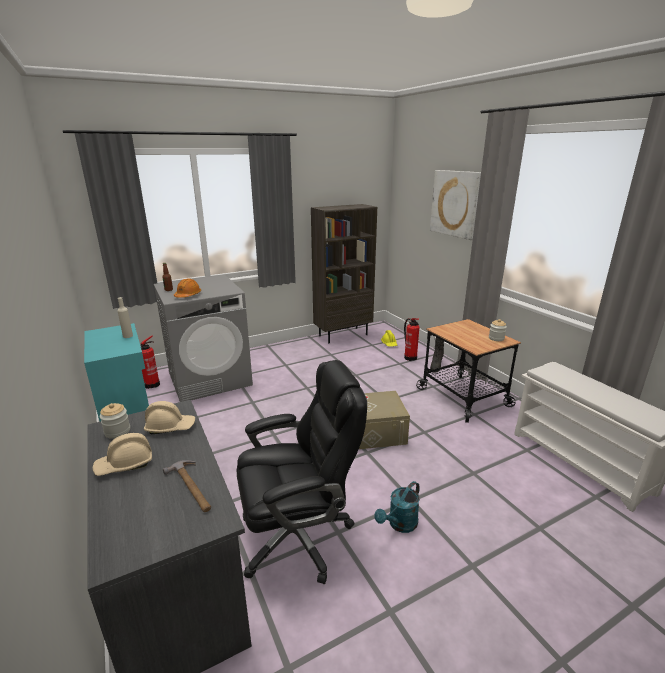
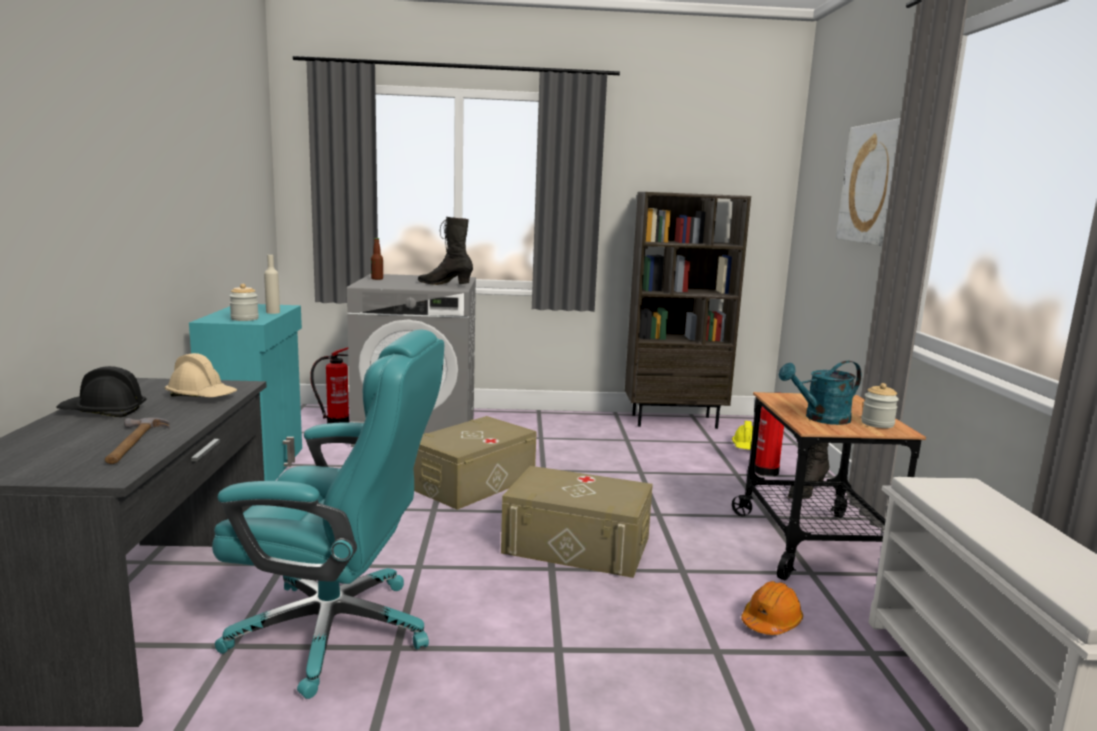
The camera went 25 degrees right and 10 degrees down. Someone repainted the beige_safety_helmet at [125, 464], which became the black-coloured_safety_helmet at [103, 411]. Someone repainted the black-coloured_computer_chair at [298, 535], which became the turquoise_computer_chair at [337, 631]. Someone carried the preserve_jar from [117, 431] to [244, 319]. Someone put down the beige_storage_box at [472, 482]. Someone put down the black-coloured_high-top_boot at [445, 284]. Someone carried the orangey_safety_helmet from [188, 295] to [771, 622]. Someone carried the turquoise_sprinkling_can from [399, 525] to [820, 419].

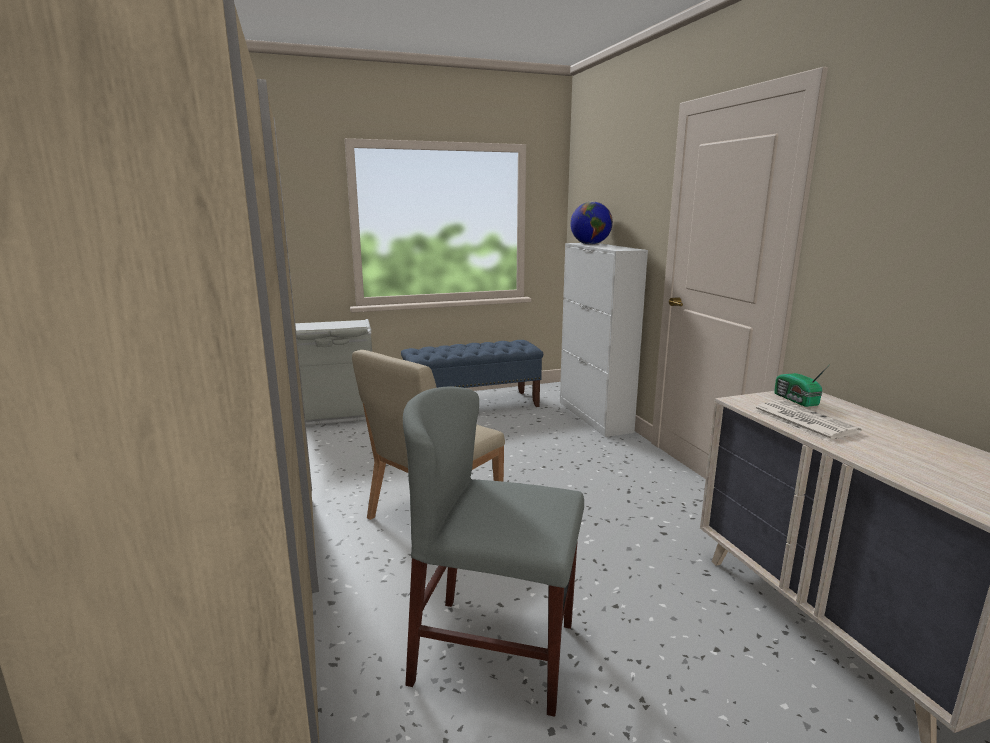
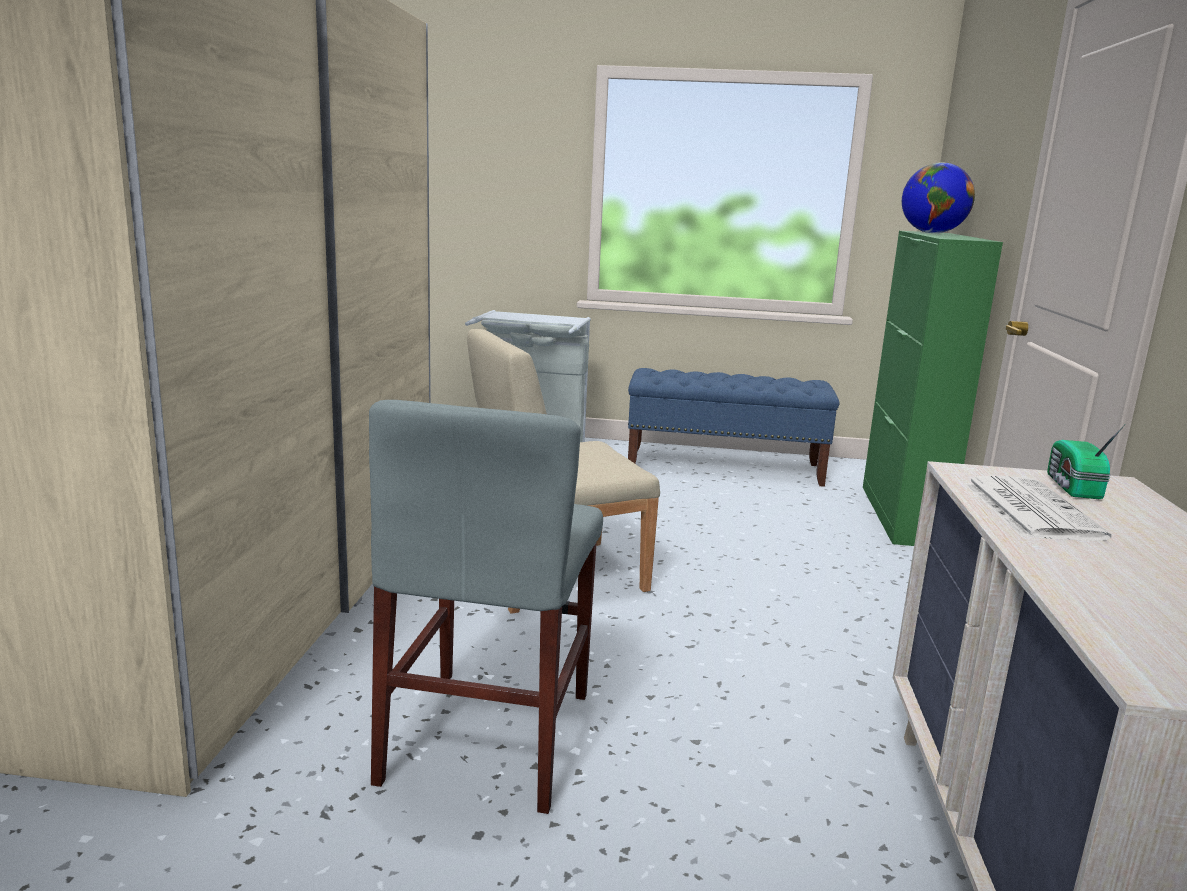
The camera went 25 degrees right and 0 degrees up. Someone rotated the greyish_chair at [495, 652] by 120 degrees counterclockwise. Someone repainted the white-coloured_cabinet at [594, 417], which became the green_cabinet at [901, 516].

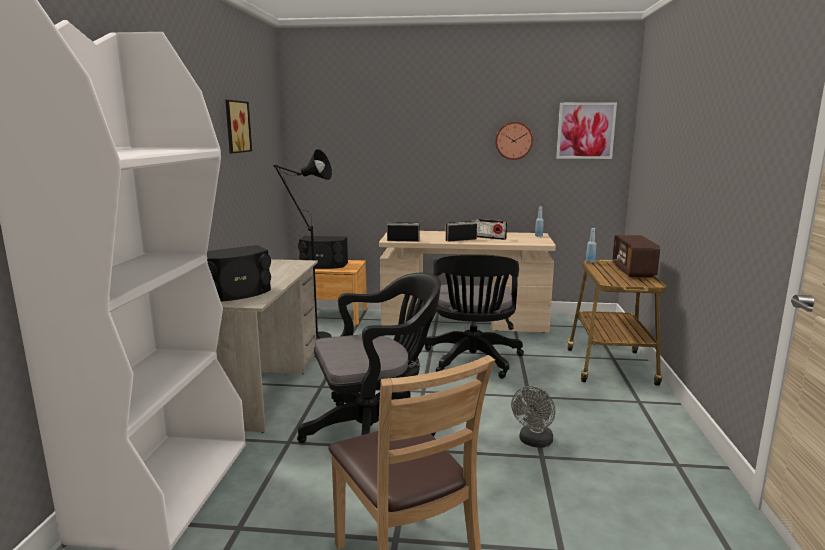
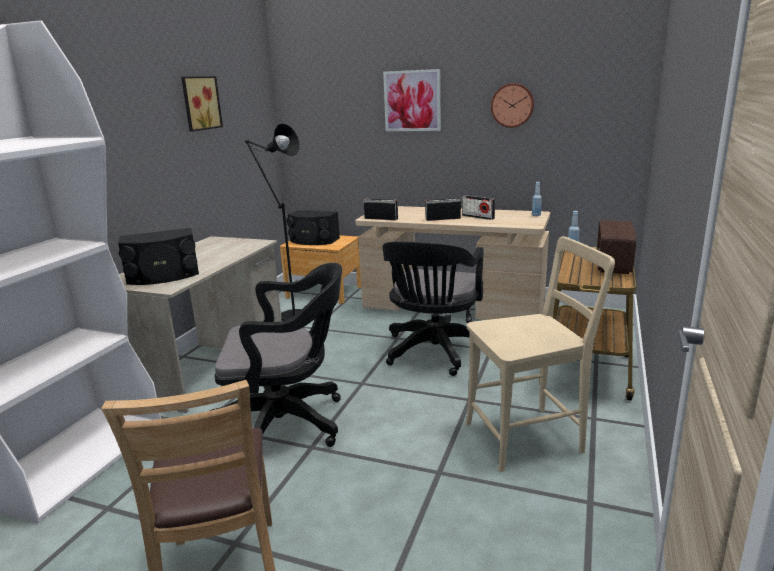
The camera went 15 degrees right and 5 degrees up. Someone carried the wall_art from [585, 130] to [412, 101]. Someone put down the beige_chair at [529, 436]. Someone took away the greyish_electric_fan at [534, 442].

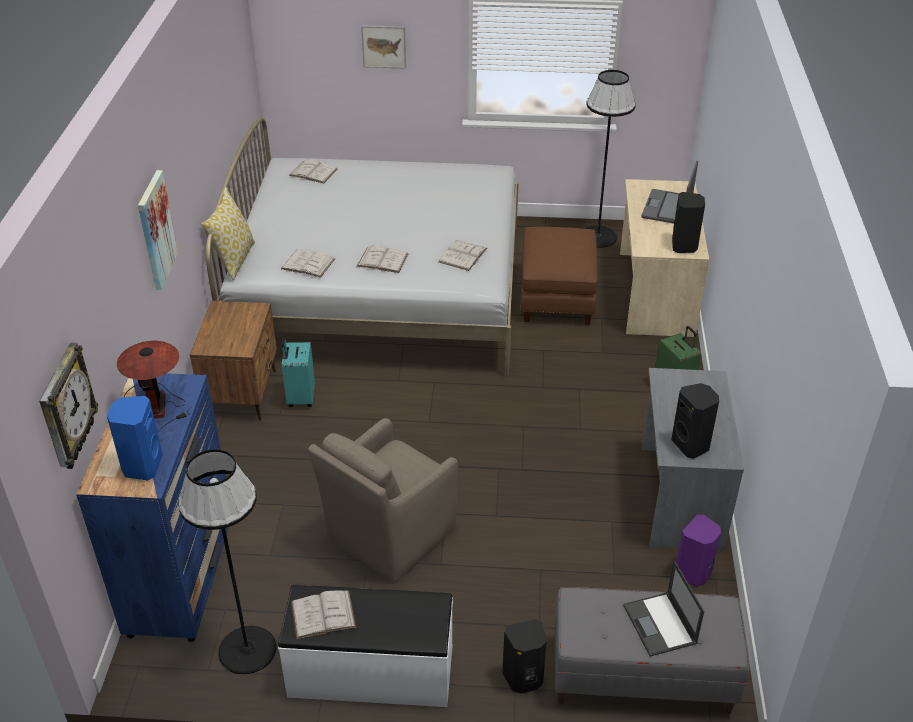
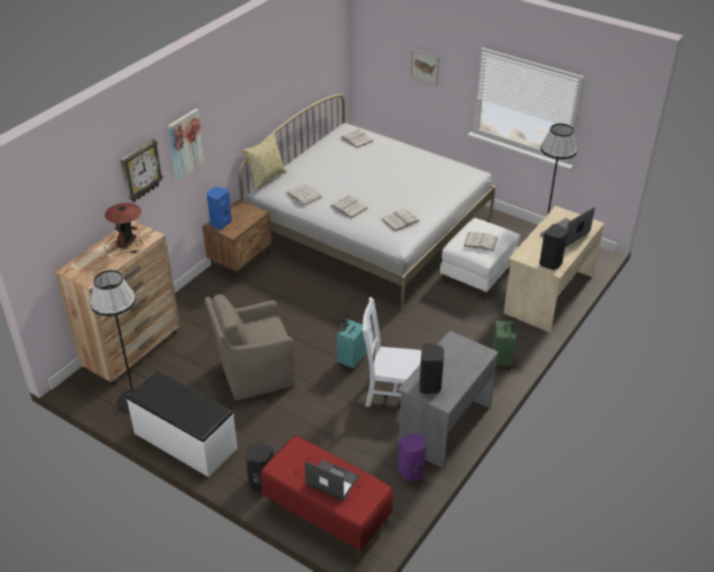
The camera went 30 degrees right and 0 degrees up. Someone repainted the bluish_chest_of_drawers at [182, 577], which became the brown-coloured_chest_of_drawers at [132, 350]. Someone carried the hanging_clock from [66, 408] to [140, 171]. Someone carried the bluish_loudspeaker from [141, 466] to [220, 223]. Someone repainted the greyish_long_seat at [641, 677], which became the red-coloured_long_seat at [327, 513]. Someone rotated the portable_computer at [660, 625] by 105 degrees clockwise. Someone carried the turquoise_suitcase from [300, 397] to [351, 360]. Someone put down the white-coloured_chair at [391, 393]. Someone repainted the brown-coloured_pouffe at [555, 297], which became the white-coloured_pouffe at [477, 273]. Someone carried the white-coloured_bound_book from [323, 614] to [480, 241].

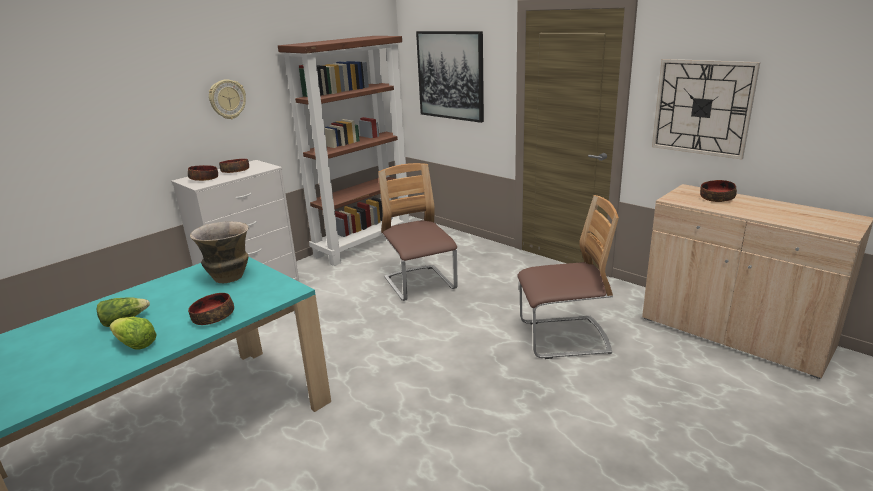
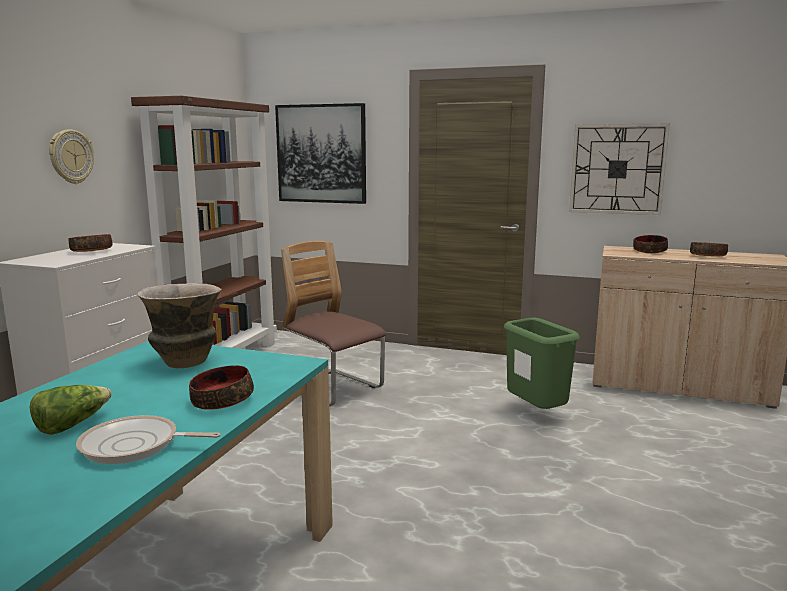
The camera went 25 degrees left and 10 degrees down. Someone swapped the head_of_lettuce at [135, 345] for the pan at [134, 446]. Someone swapped the chair at [563, 338] for the green_waste_bin at [536, 414]. Someone carried the deep_dish from [204, 179] to [708, 256].

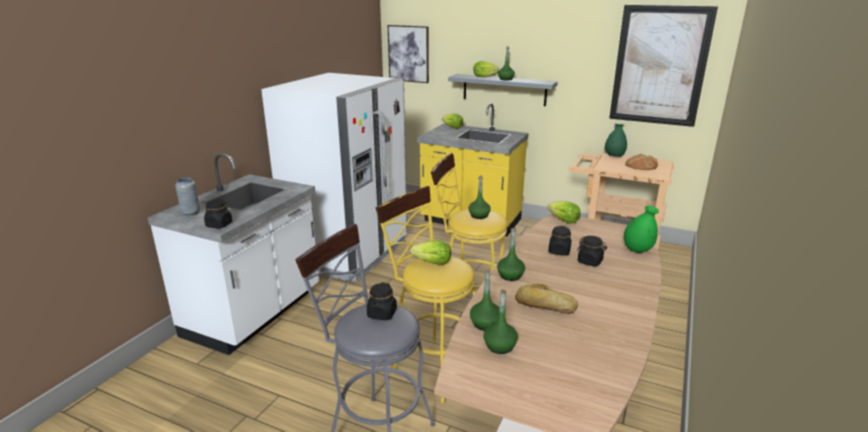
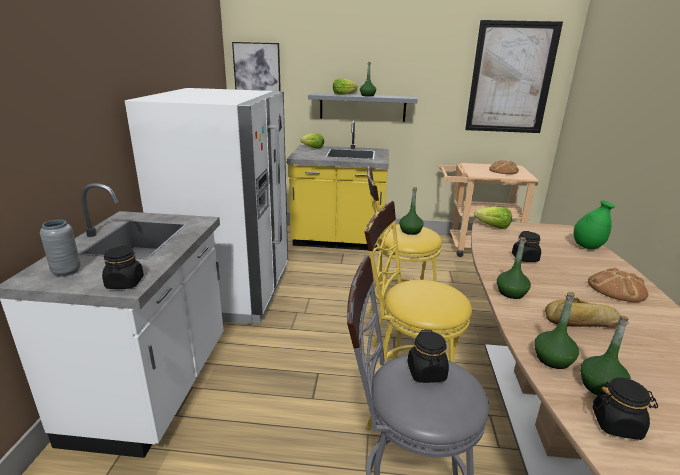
The camera went 20 degrees left and 0 degrees up. Someone put down the bread at [616, 288]. Someone carried the black-coloured_preserve_jar from [590, 261] to [617, 424]. Someone took away the head_of_lettuce at [433, 263]. Someone took away the green_vase at [614, 156].

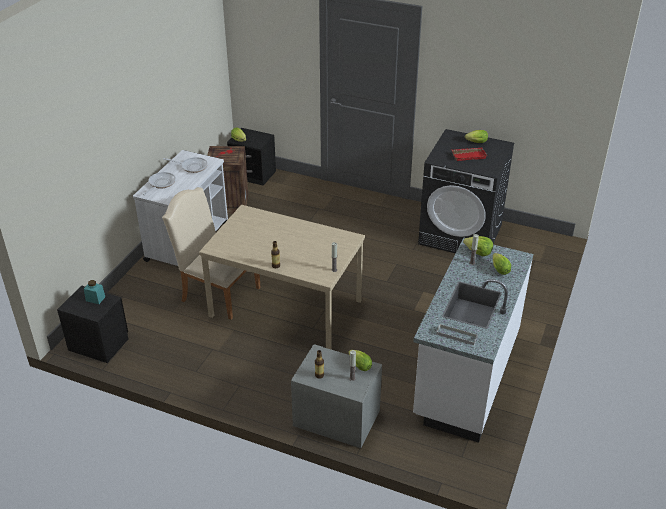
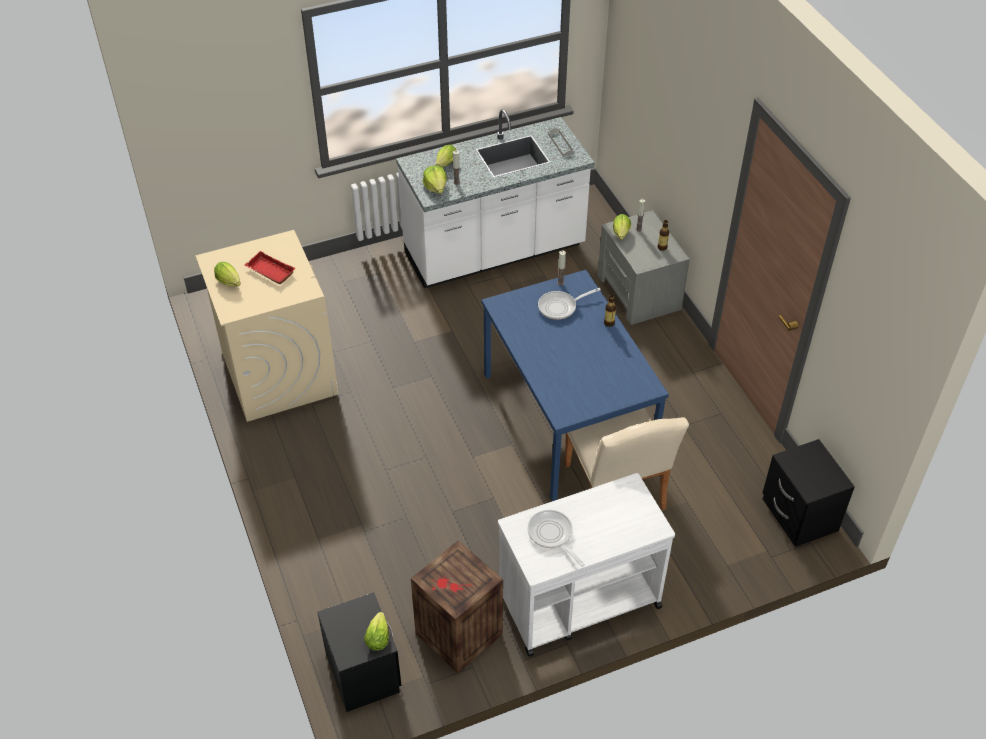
The camera went 135 degrees left and 10 degrees up. Someone repainted the black-coloured_washing_machine at [461, 234], which became the beige_washing_machine at [279, 373]. Someone repainted the beige_kitchen_table at [284, 308], which became the bluish_kitchen_table at [568, 419]. Someone carried the pan from [160, 184] to [560, 307]. Someone took away the turquoise_preserve_jar at [95, 299].

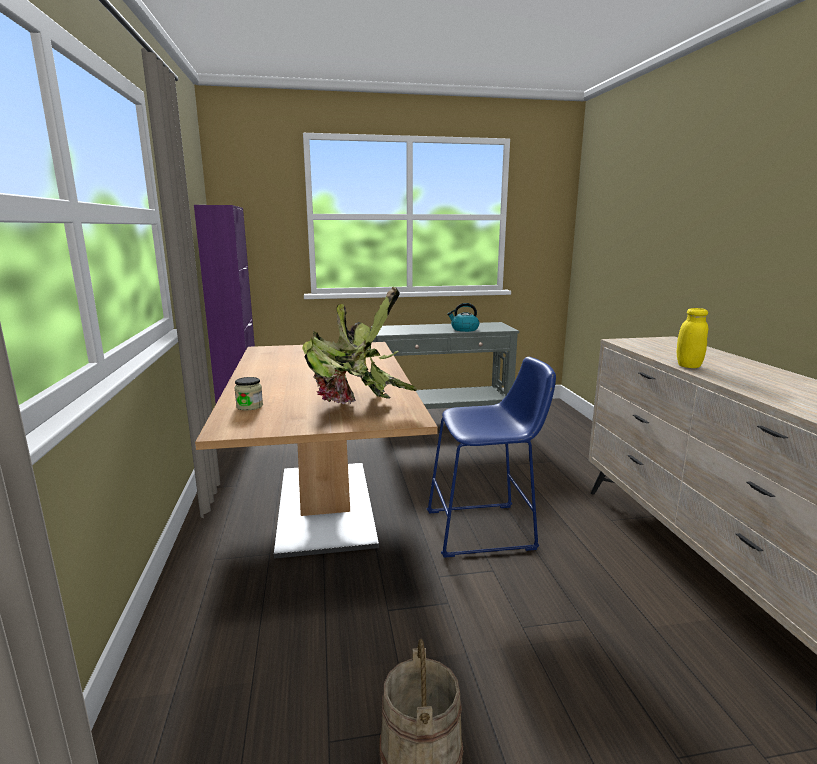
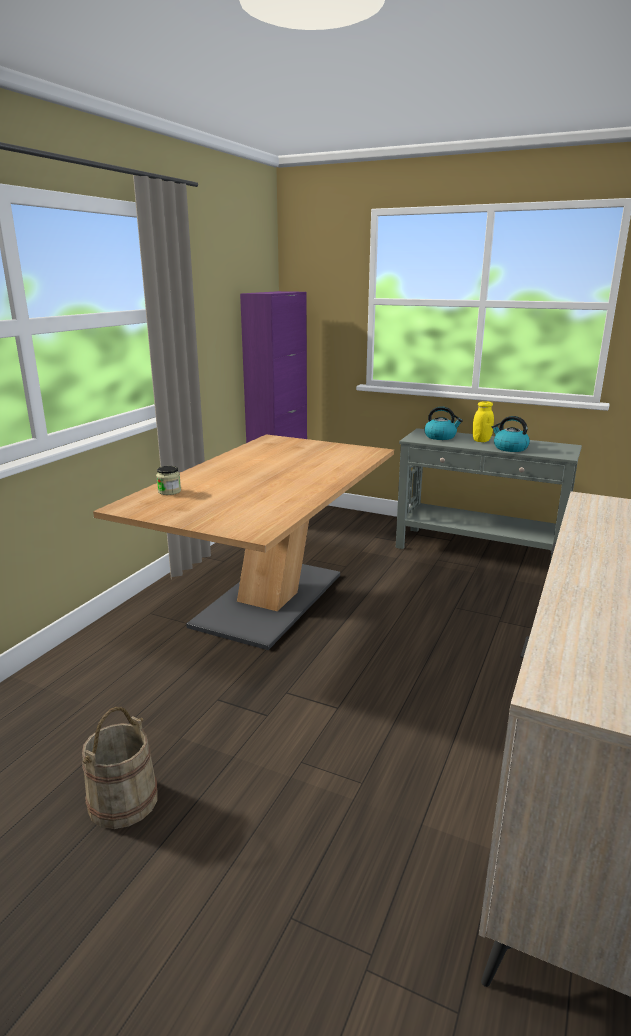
The camera went 35 degrees right and 5 degrees up. Someone put down the kettle at [440, 437]. Someone carried the yellowish_preserve_jar from [688, 366] to [481, 440]. Someone took away the plant_in_a_pot at [356, 407]. Someone took away the bluish_stool at [486, 530].

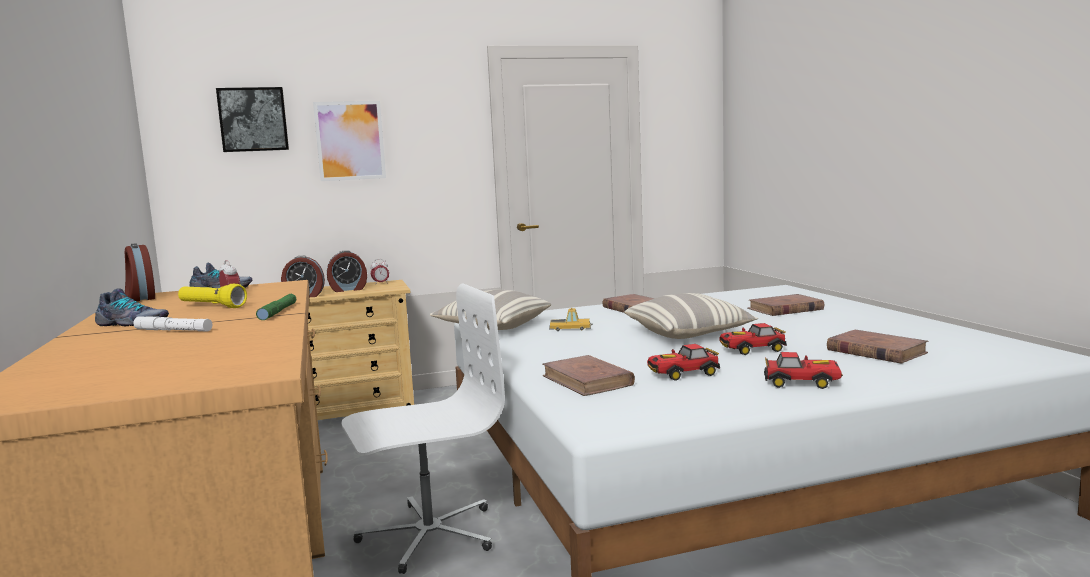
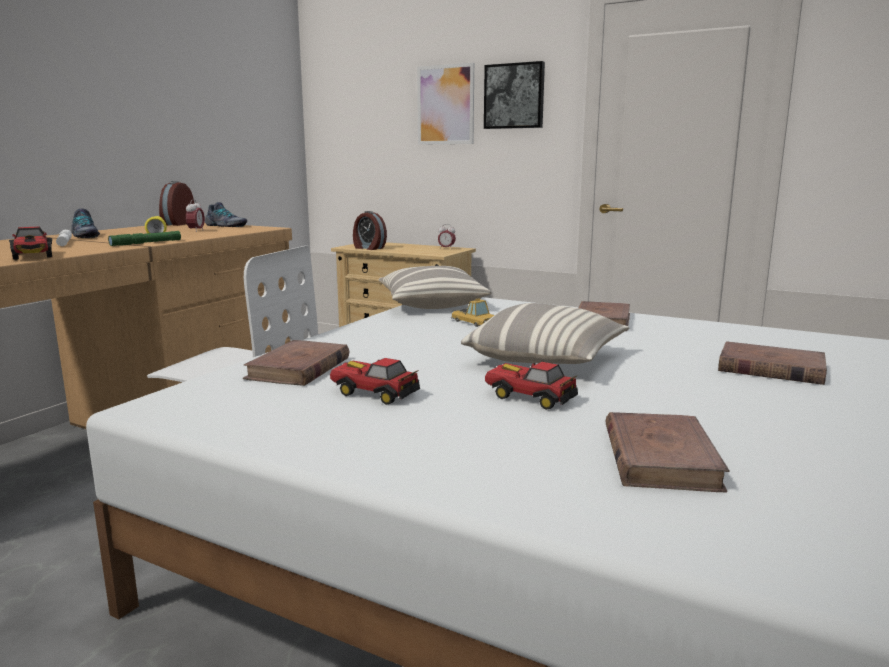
The camera went 45 degrees right and 5 degrees up. Someone carried the toy_car from [802, 383] to [33, 256]. Someone carried the wall_art from [253, 119] to [514, 96]. Someone took away the table_clock at [348, 289].

